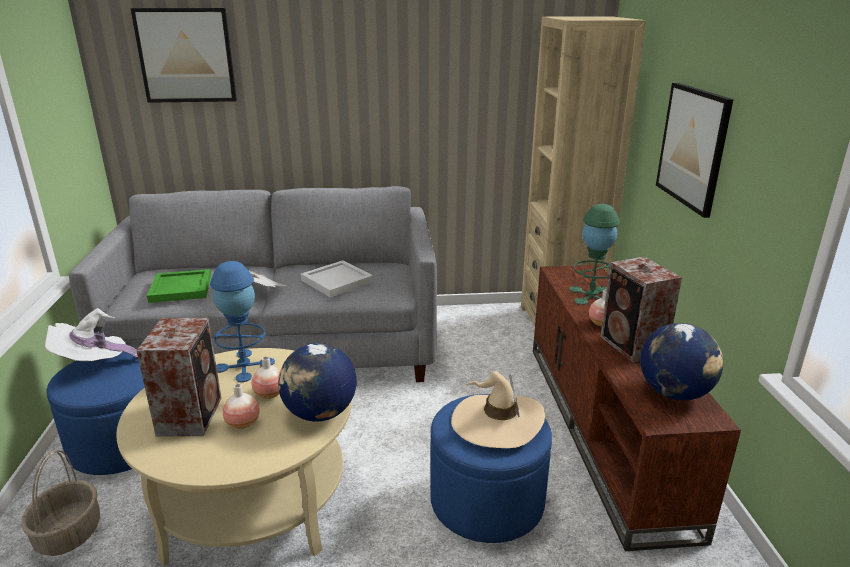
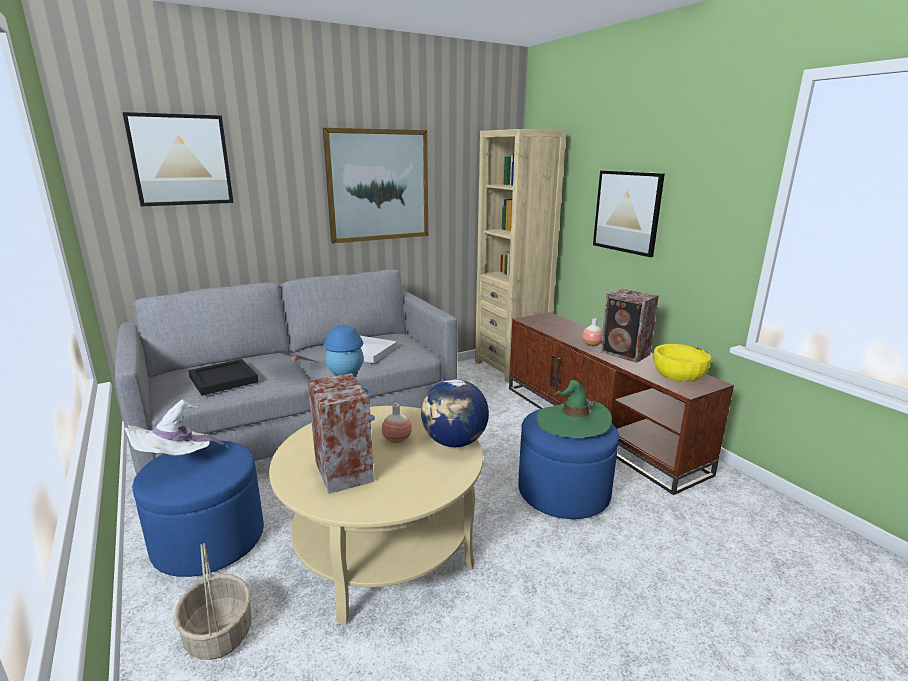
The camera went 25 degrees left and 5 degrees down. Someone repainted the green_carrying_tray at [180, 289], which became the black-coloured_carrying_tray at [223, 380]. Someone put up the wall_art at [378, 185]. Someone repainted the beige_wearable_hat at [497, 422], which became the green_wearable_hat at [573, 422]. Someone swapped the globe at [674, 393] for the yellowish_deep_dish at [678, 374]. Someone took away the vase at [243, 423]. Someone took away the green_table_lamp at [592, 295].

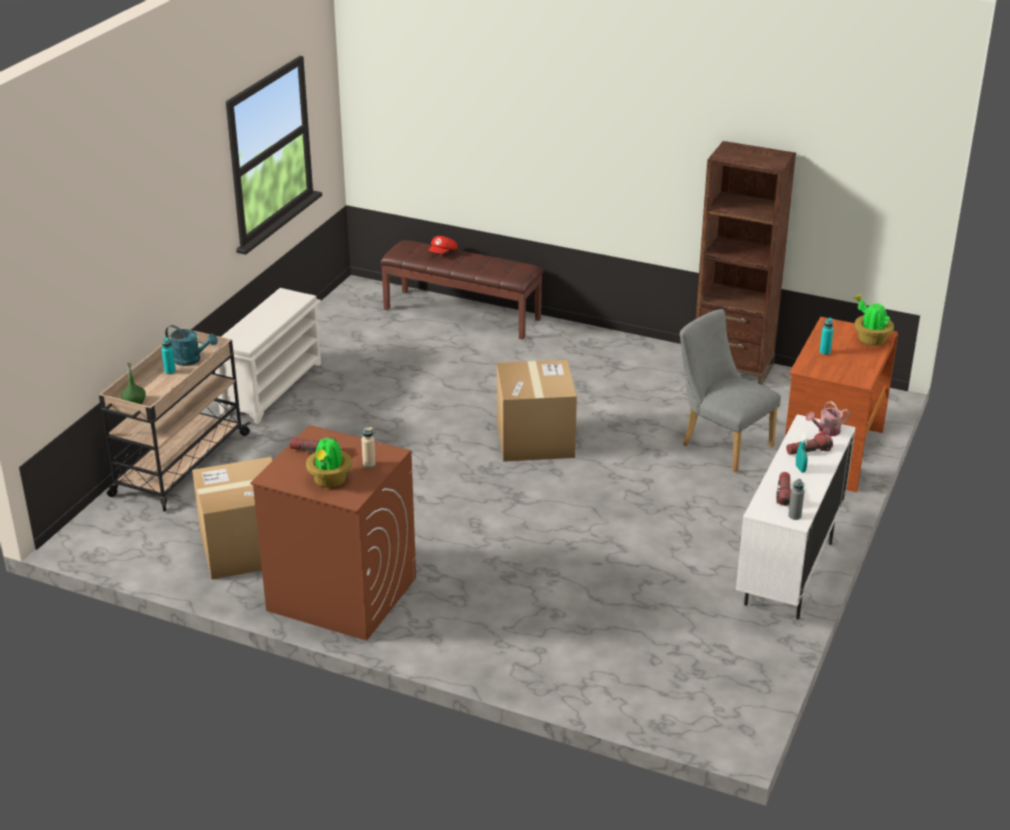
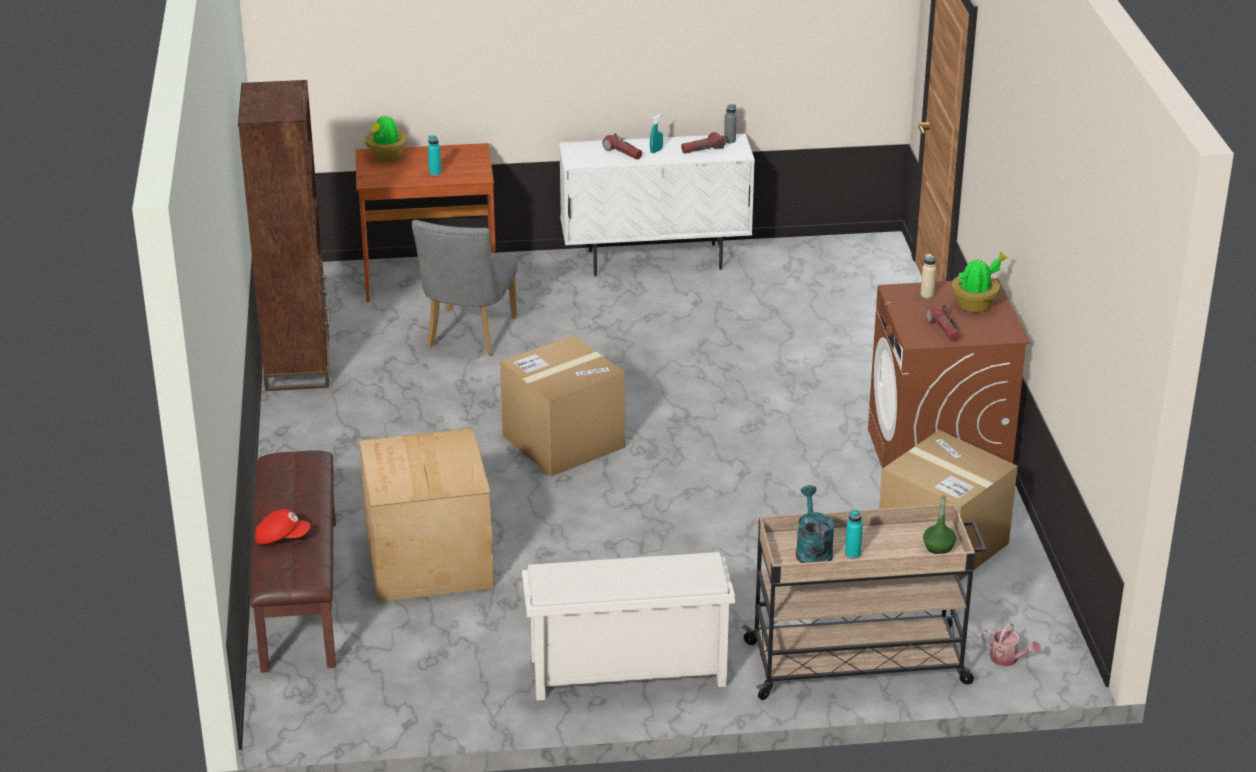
The camera went 120 degrees left and 0 degrees up. Someone put down the carton at [427, 561]. Someone carried the sprinkling_can from [826, 431] to [1007, 659].

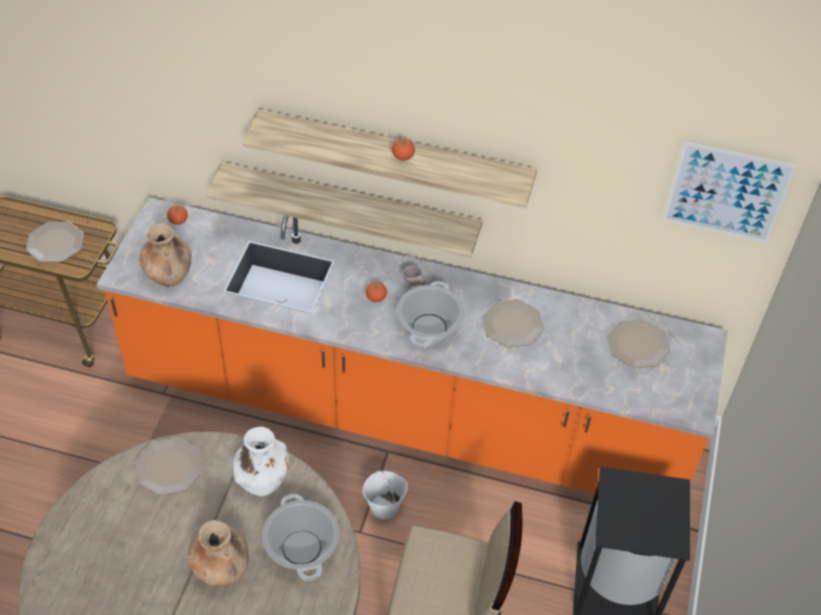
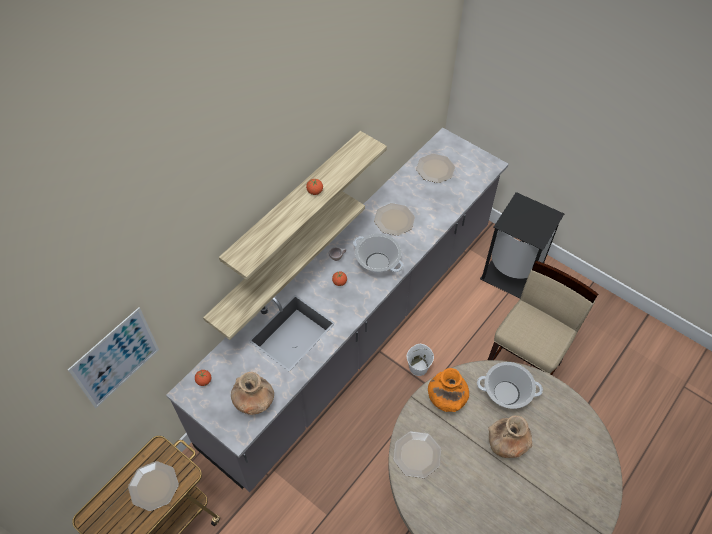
The camera went 65 degrees left and 5 degrees up. Someone carried the wall_art from [727, 193] to [116, 358]. Someone repainted the orangey_counter at [405, 413], which became the greyish_counter at [355, 331]. Someone repainted the white-coloured_vase at [262, 477], which became the orangey_vase at [446, 399].

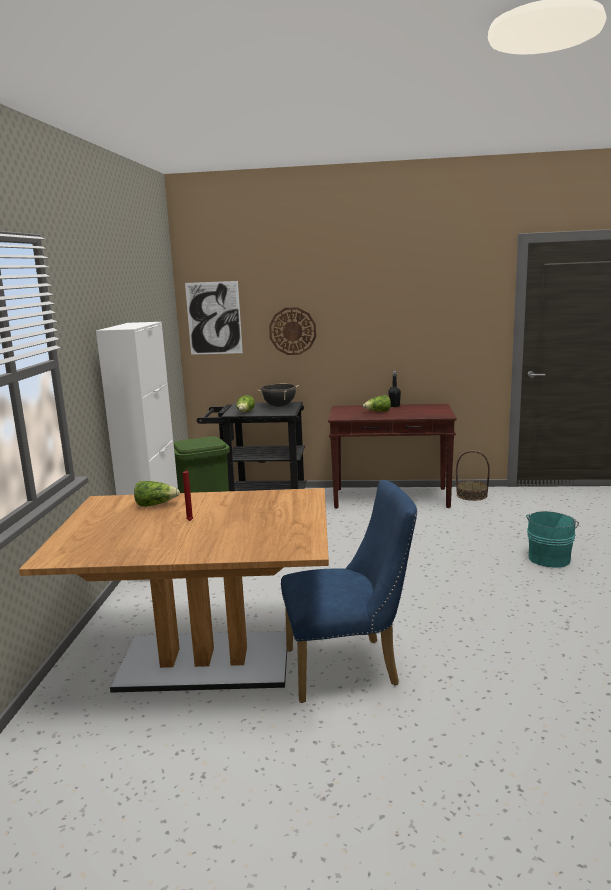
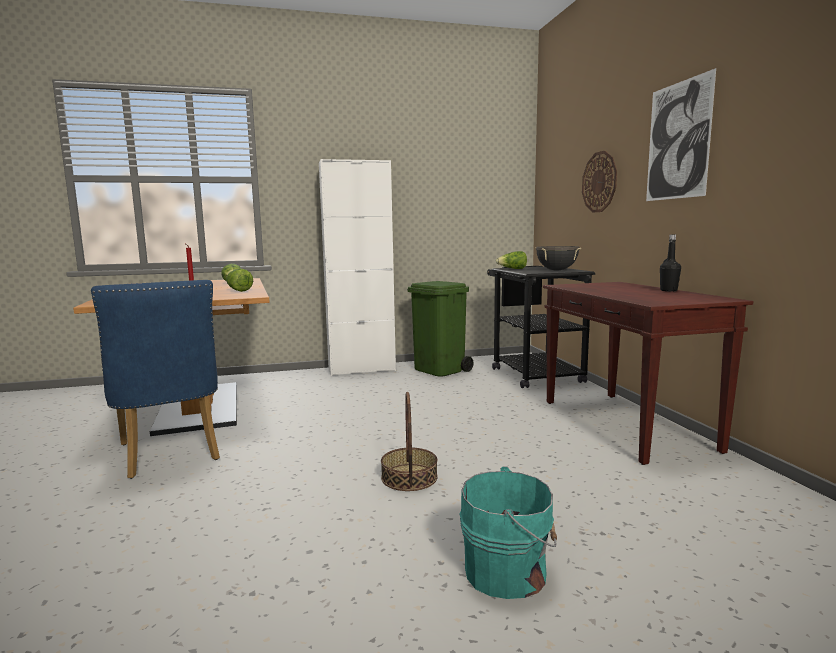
The camera went 70 degrees right and 5 degrees down. Someone carried the head_of_lettuce from [378, 412] to [238, 290]. Someone carried the storage_basket from [472, 495] to [409, 477]. Someone carried the wall_art from [214, 318] to [678, 141].

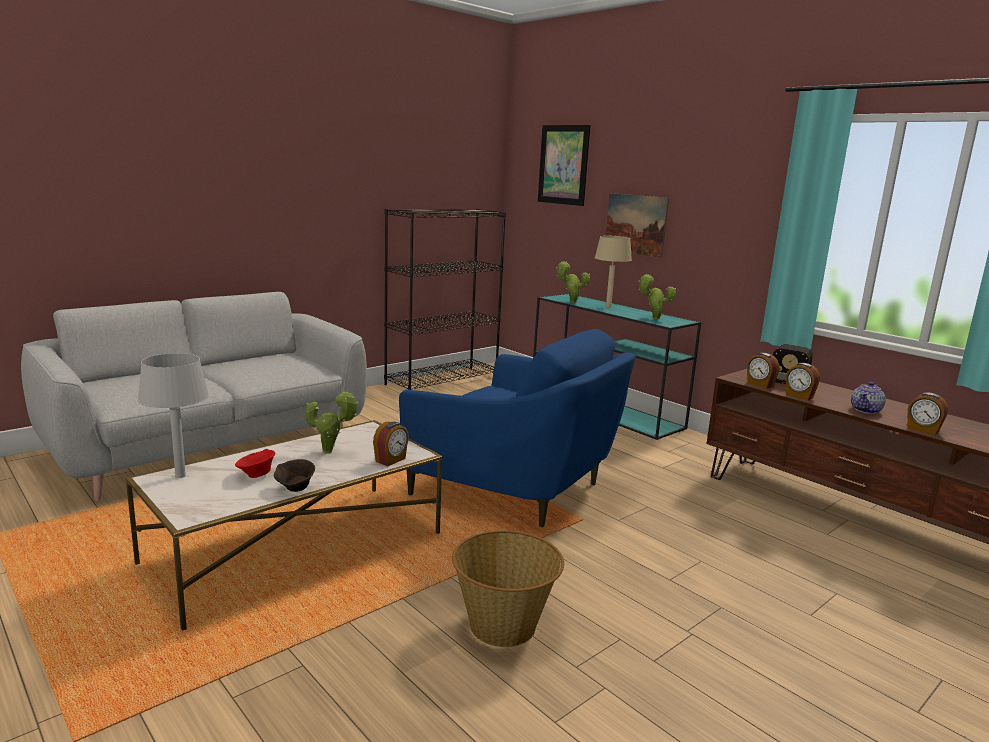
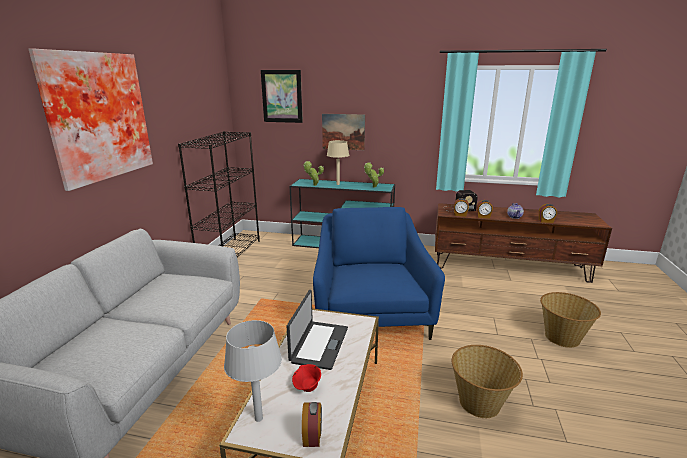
The camera went 35 degrees left and 5 degrees up. Someone put up the wall_art at [96, 117]. Someone swapped the plant_in_a_pot at [330, 452] for the portable_computer at [318, 344]. Someone carried the table_clock from [391, 460] to [312, 436]. Someone rotated the bluish_armchair at [516, 487] by 90 degrees counterclockwise. Someone put down the storage_basket at [562, 337]. Someone took away the brown-coloured_deep_dish at [295, 488].

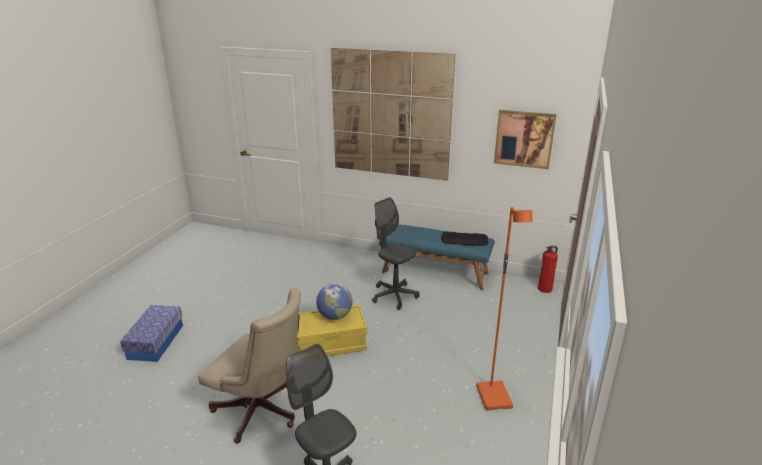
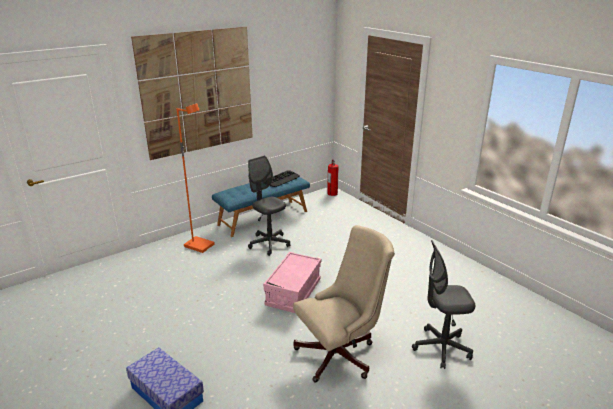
The camera went 55 degrees left and 0 degrees up. Someone carried the orangey_floor_lamp from [495, 397] to [200, 245]. Someone rotated the greyish_computer_chair at [394, 296] by 60 degrees clockwise. Someone repainted the yellowish_storage_box at [330, 344], which became the pink_storage_box at [293, 293]. Someone took away the globe at [335, 316]. Someone took away the wall_art at [524, 139].

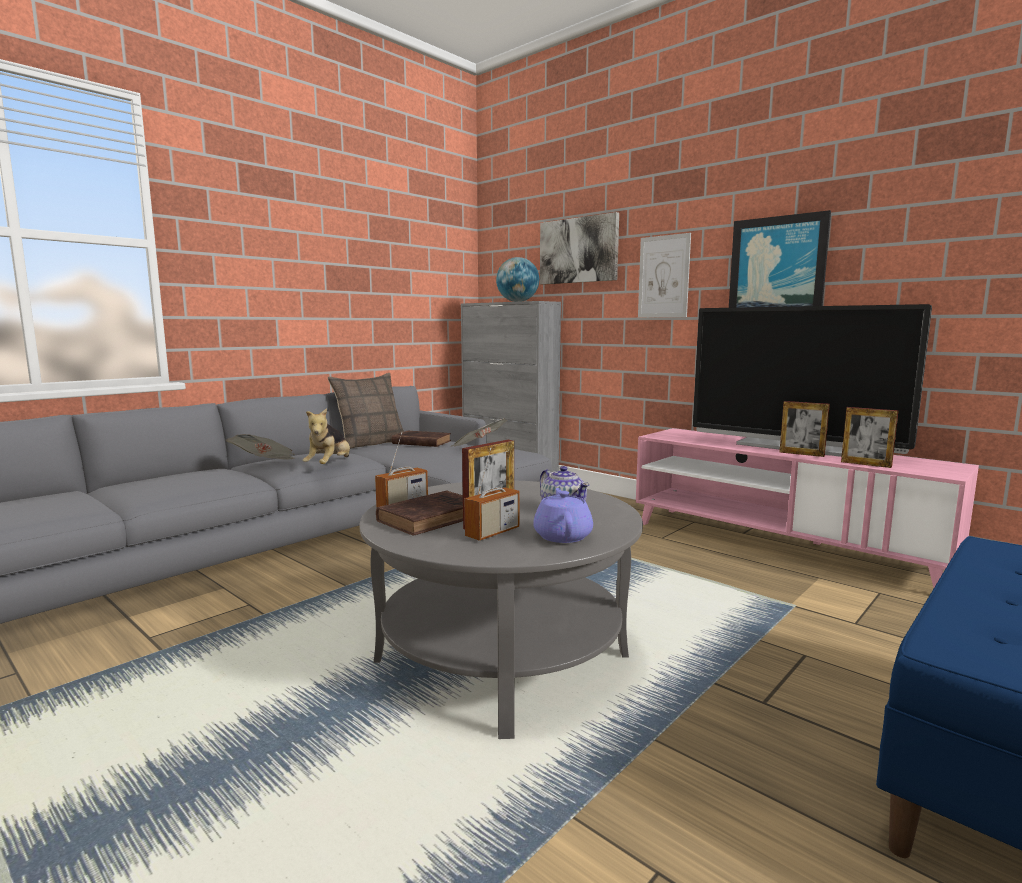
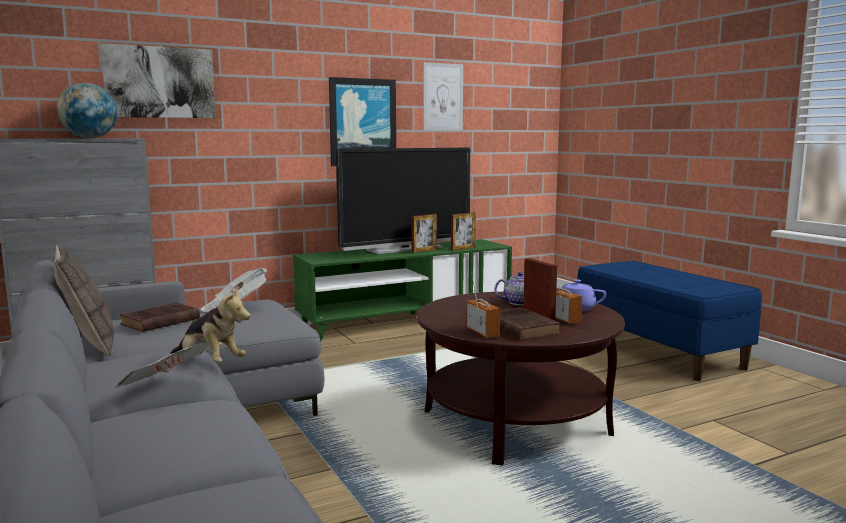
The camera went 70 degrees left and 0 degrees up. Someone repainted the pink_tv_unit at [781, 545], which became the green_tv_unit at [406, 321]. Someone repainted the greyish_lounge_table at [502, 656], which became the brown-coloured_lounge_table at [515, 422]. Someone carried the wall_art from [663, 276] to [443, 97].

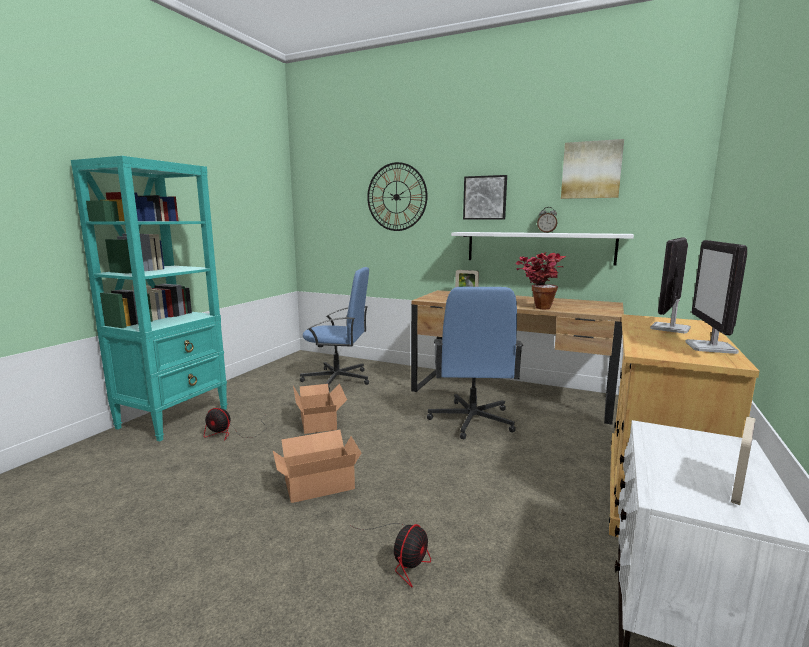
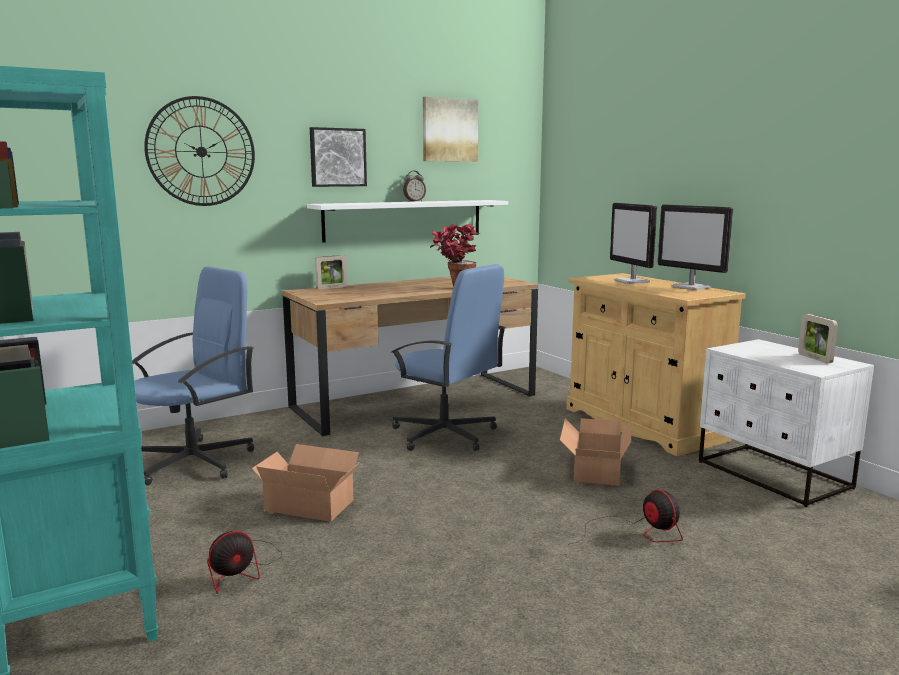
The camera went 55 degrees left and 0 degrees up. Someone carried the carton from [317, 483] to [594, 470].

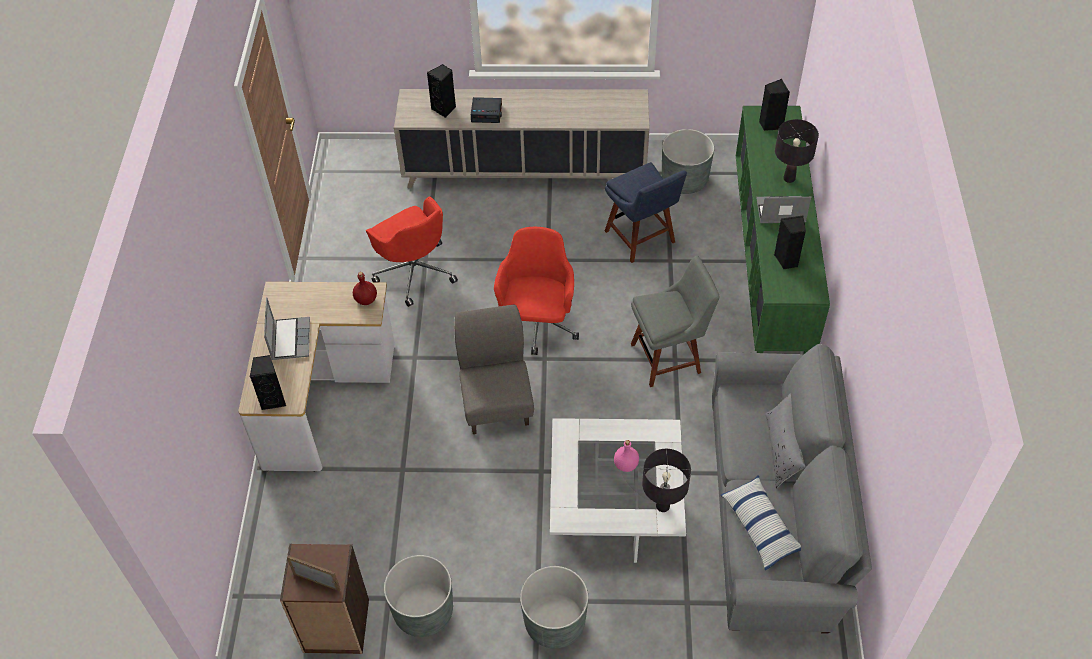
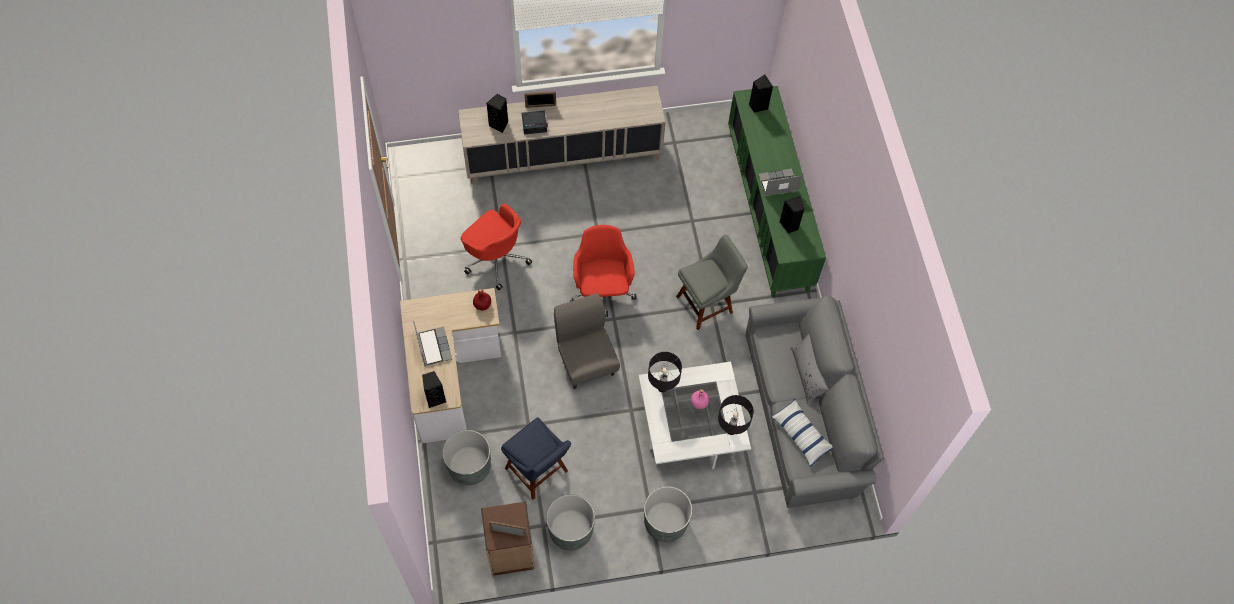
The camera went 15 degrees left and 10 degrees up. Someone carried the greyish_planter from [684, 180] to [469, 466]. Someone carried the bluish_chair from [641, 239] to [538, 472]. Someone put down the standing_frame at [540, 106]. Someone carried the black-coloured_table_lamp from [789, 178] to [662, 388].

